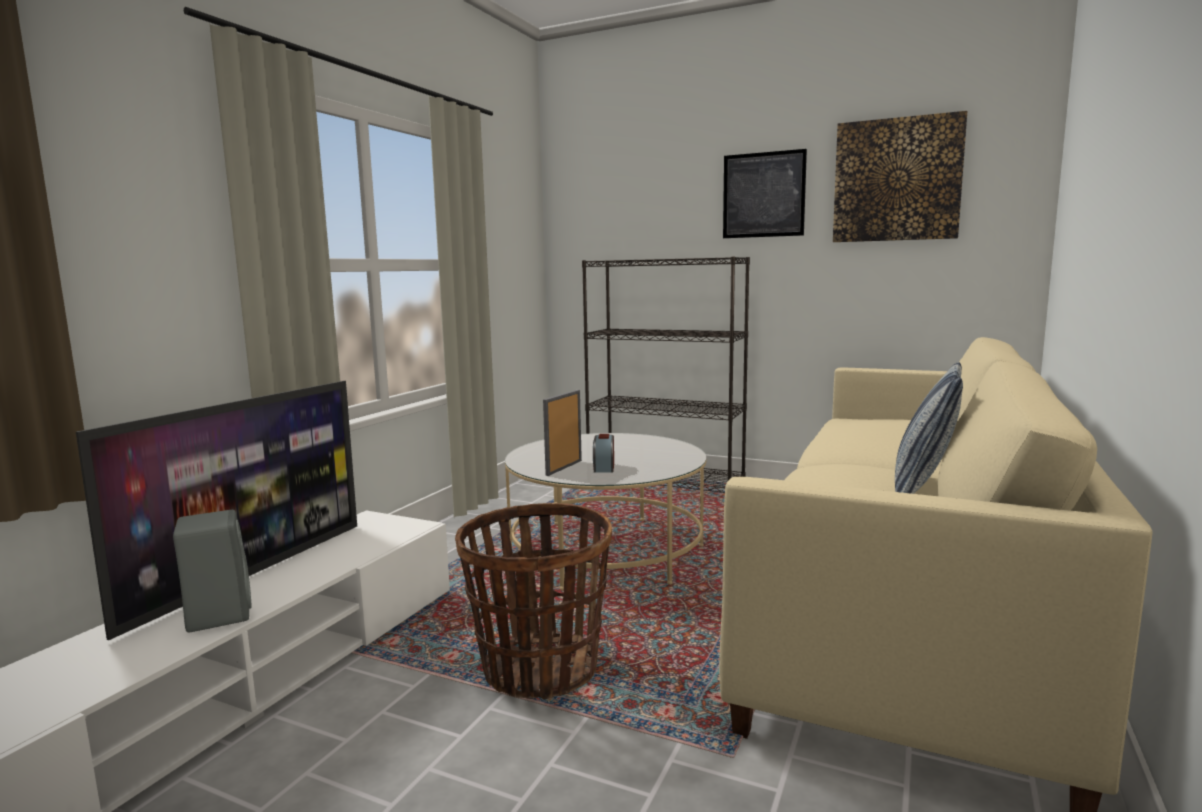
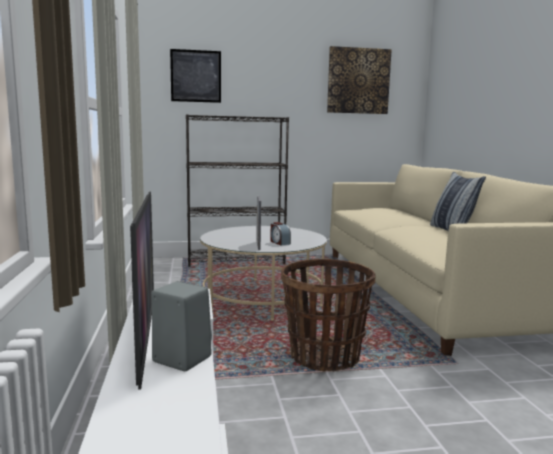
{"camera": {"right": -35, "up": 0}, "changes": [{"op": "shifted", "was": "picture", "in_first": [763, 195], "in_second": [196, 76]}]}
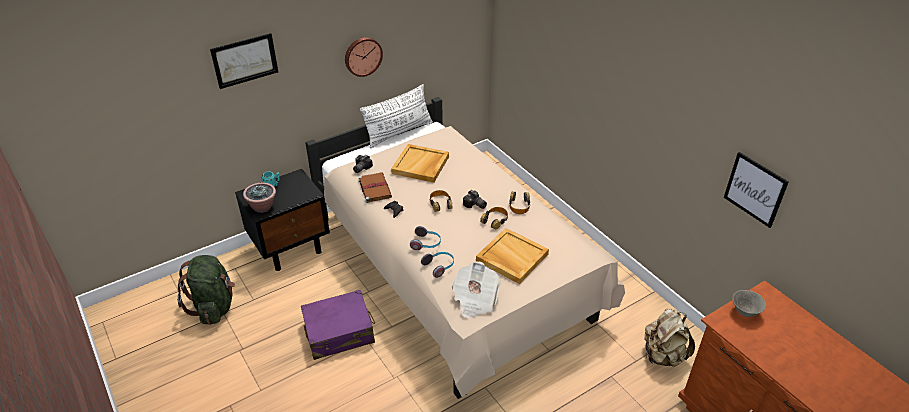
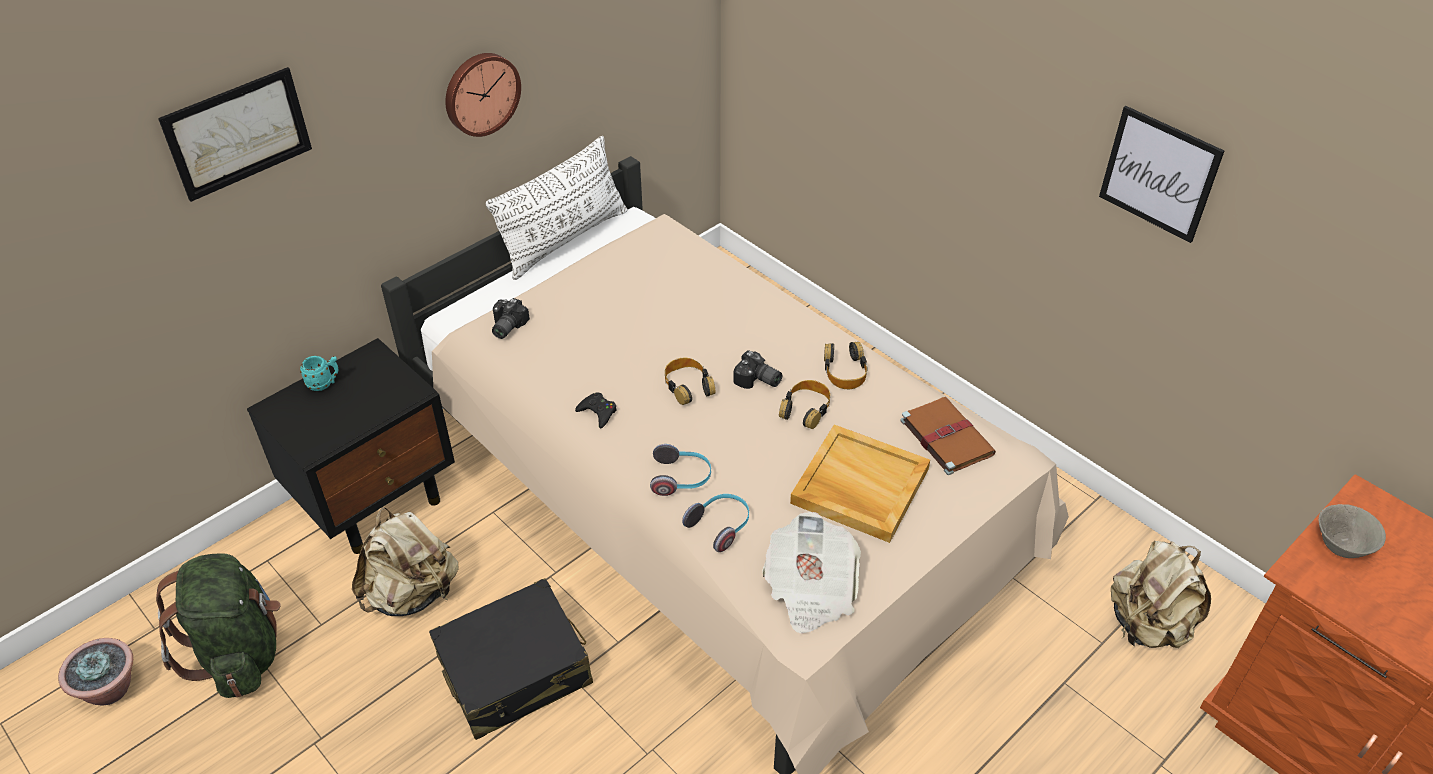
{"camera": {"right": -10, "up": 5}, "changes": [{"op": "gone", "was": "tray (beige)", "in_first": [421, 165]}, {"op": "new", "now": "backpack (beige)", "in_second": [412, 593]}, {"op": "shifted", "was": "potted plant", "in_first": [262, 207], "in_second": [110, 689]}, {"op": "shifted", "was": "book (brown)", "in_first": [374, 188], "in_second": [945, 436]}, {"op": "shifted", "was": "picture", "in_first": [755, 189], "in_second": [1159, 174]}, {"op": "repainted", "was": "suitcase (purple)", "now": "suitcase (black)", "in_first": [339, 332], "in_second": [515, 671]}]}
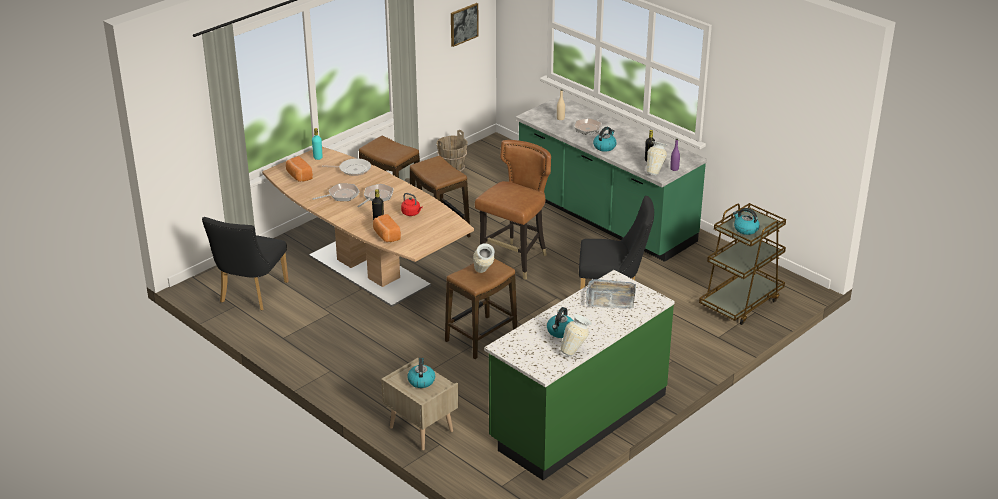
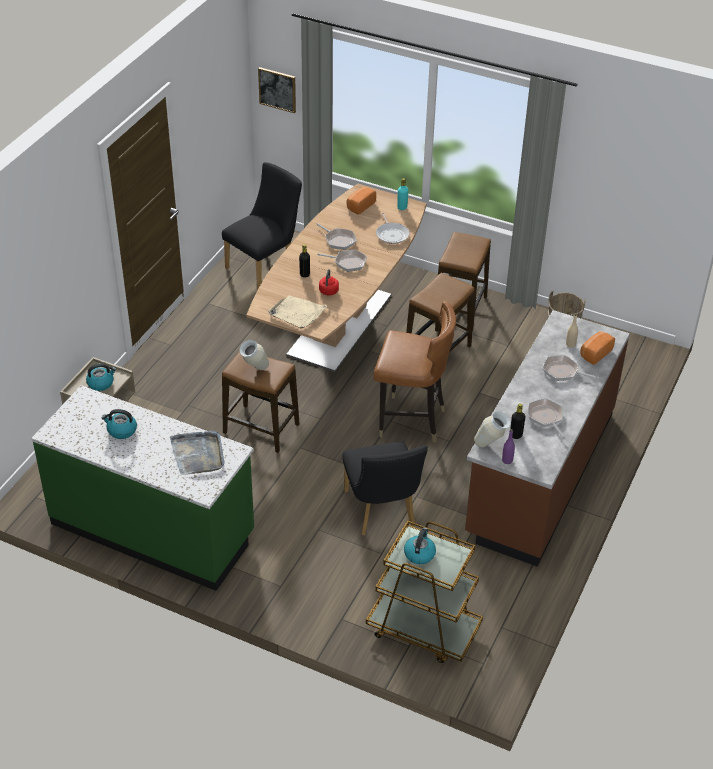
{"camera": {"right": 70, "up": 10}, "changes": [{"op": "gone", "was": "vase", "in_first": [576, 351]}, {"op": "gone", "was": "kettle", "in_first": [604, 147]}, {"op": "new", "now": "tray (beige)", "in_second": [297, 313]}, {"op": "new", "now": "frying pan", "in_second": [546, 418]}, {"op": "shifted", "was": "bread", "in_first": [386, 236], "in_second": [595, 353]}, {"op": "shifted", "was": "picture", "in_first": [463, 24], "in_second": [277, 89]}, {"op": "repainted", "was": "counter (green)", "now": "counter (brown)", "in_first": [604, 218], "in_second": [539, 473]}, {"op": "rotated", "was": "chair (black)", "in_first": [250, 295], "in_second": [265, 265], "clockwise": 135}]}
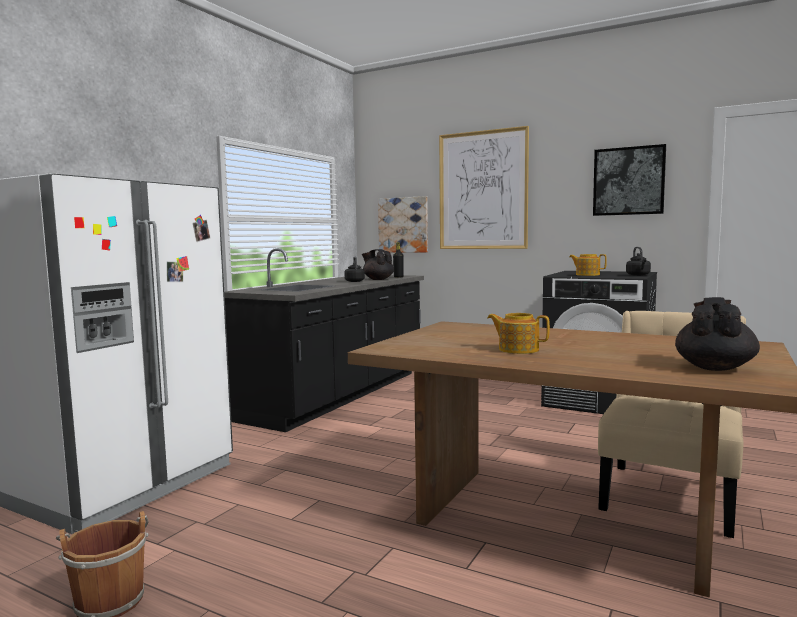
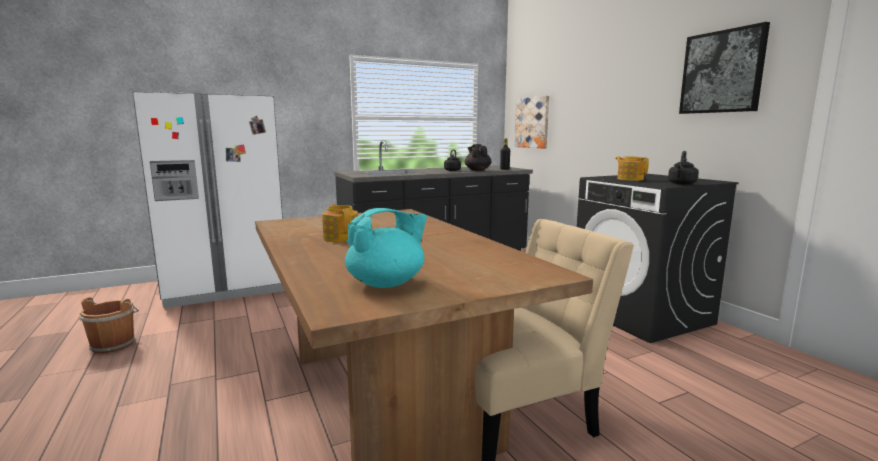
{"camera": {"right": 35, "up": 5}, "changes": [{"op": "gone", "was": "picture", "in_first": [483, 190]}, {"op": "repainted", "was": "teapot (black)", "now": "teapot (turquoise)", "in_first": [714, 367], "in_second": [387, 283]}]}
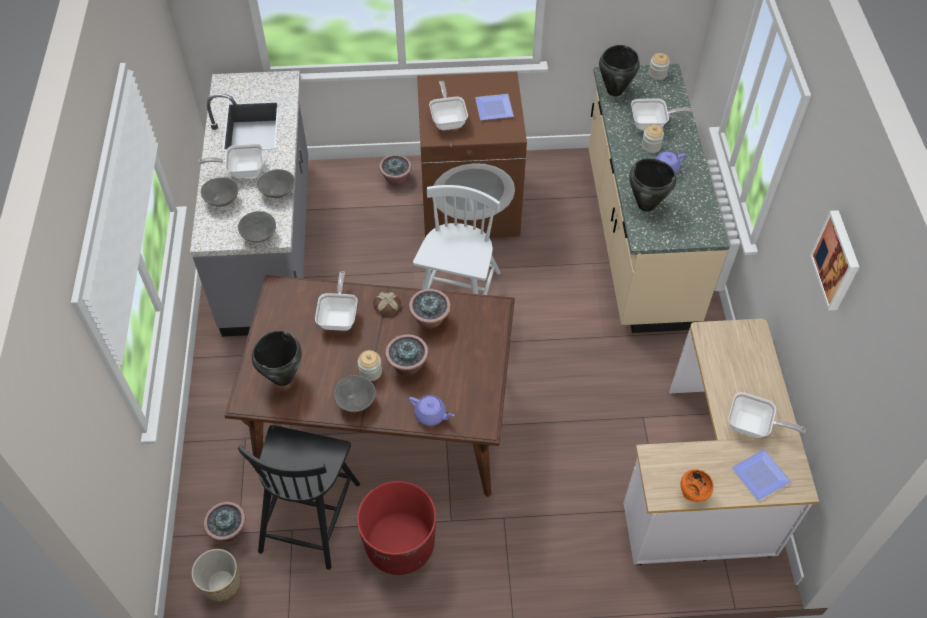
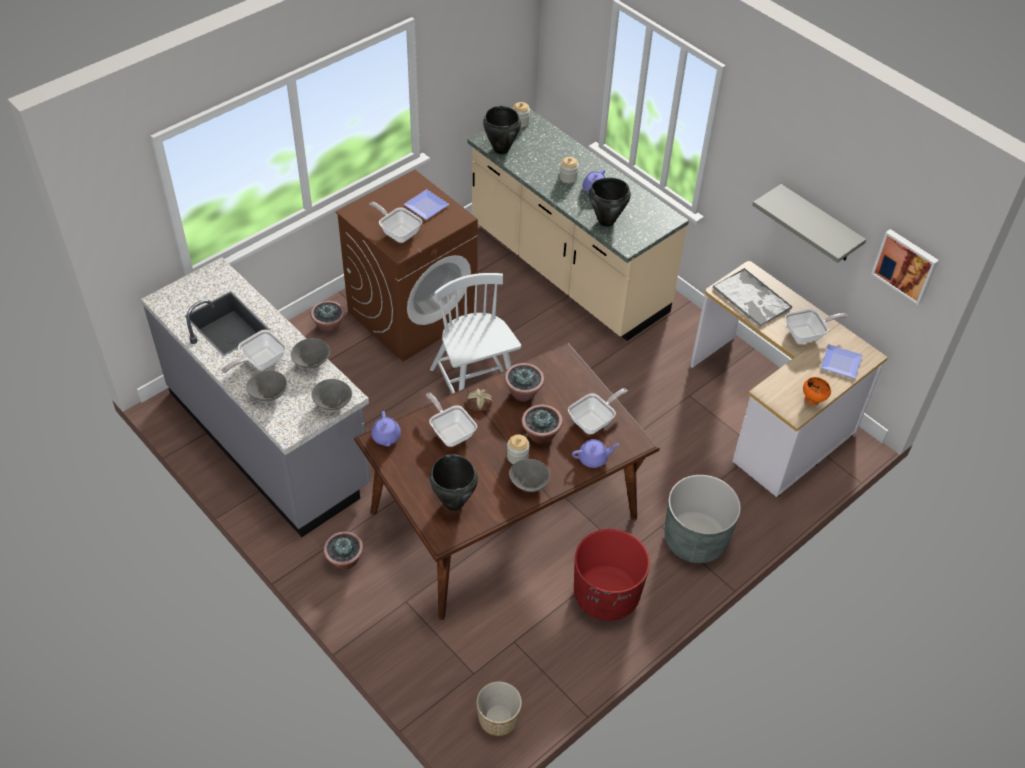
{"camera": {"right": -40, "up": -5}, "changes": [{"op": "gone", "was": "chair (black)", "in_first": [310, 514]}, {"op": "new", "now": "teapot (purple)", "in_second": [386, 437]}, {"op": "new", "now": "planter (grey)", "in_second": [695, 539]}, {"op": "new", "now": "tray", "in_second": [752, 299]}, {"op": "new", "now": "shelf (grey)", "in_second": [818, 225]}, {"op": "shifted", "was": "potted plant", "in_first": [229, 530], "in_second": [345, 561]}, {"op": "shifted", "was": "frying pan", "in_first": [652, 124], "in_second": [594, 421]}, {"op": "shifted", "was": "picture", "in_first": [837, 260], "in_second": [906, 265]}]}
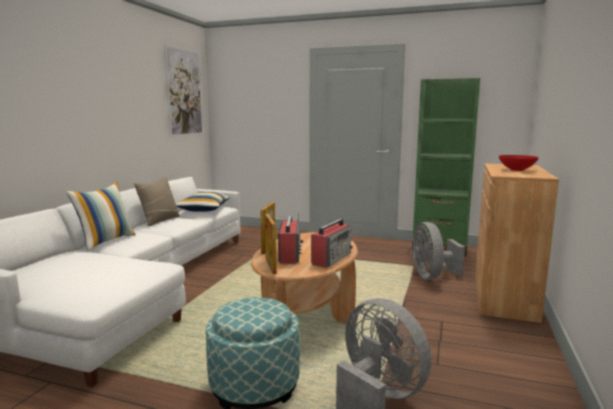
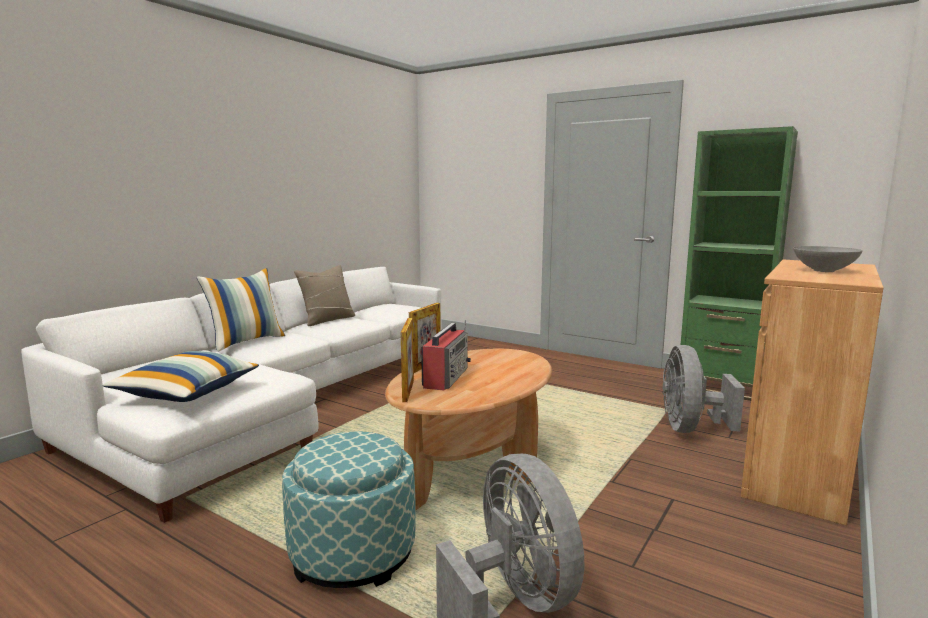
{"camera": {"right": 15, "up": 0}, "changes": [{"op": "gone", "was": "picture", "in_first": [184, 92]}, {"op": "gone", "was": "radio", "in_first": [332, 258]}, {"op": "shifted", "was": "pillow", "in_first": [203, 209], "in_second": [187, 392]}, {"op": "repainted", "was": "bowl (red)", "now": "bowl (grey)", "in_first": [516, 170], "in_second": [823, 270]}]}
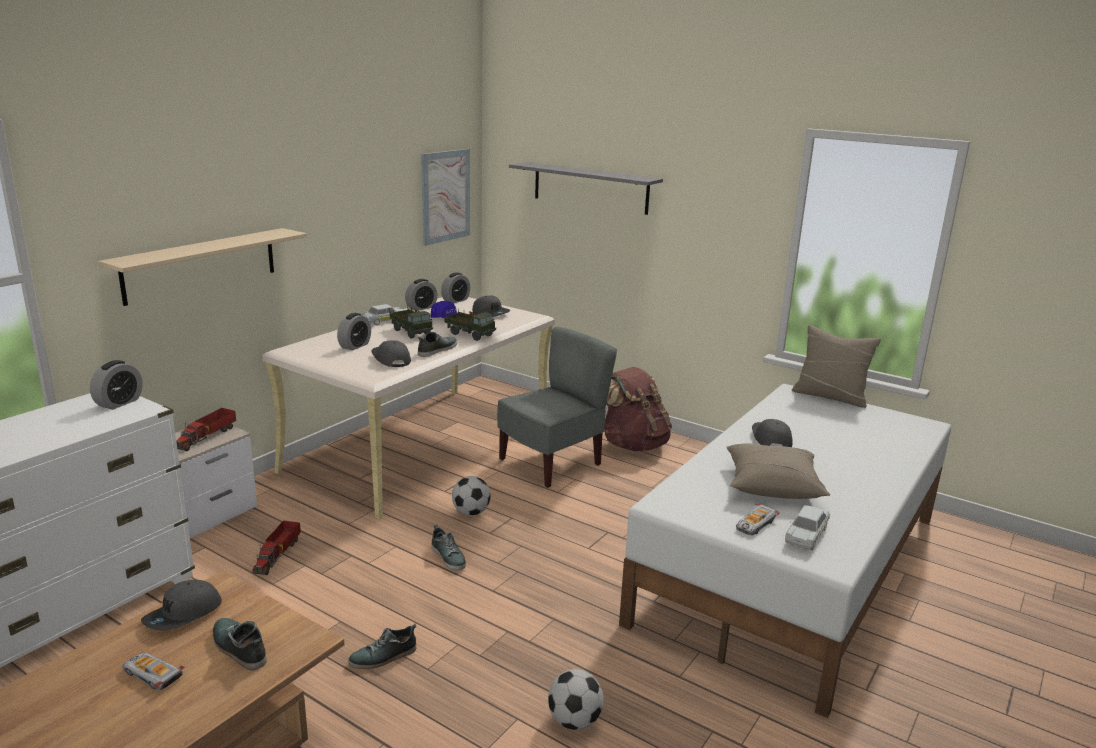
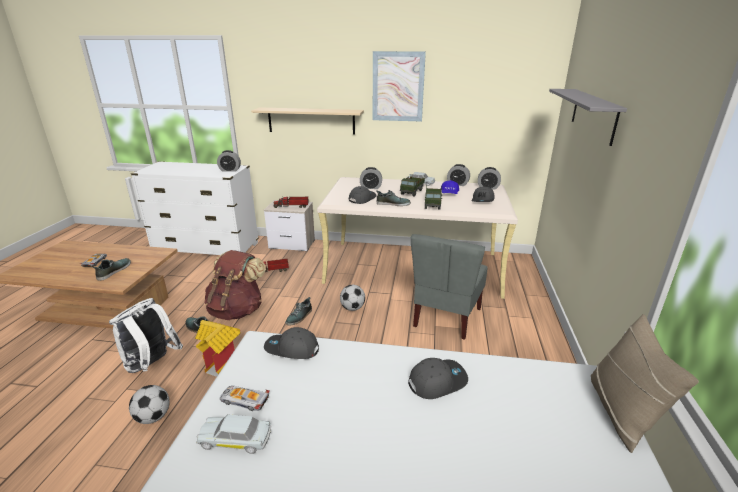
{"camera": {"right": 65, "up": 5}, "changes": [{"op": "gone", "was": "pillow (beige)", "in_first": [772, 485]}, {"op": "new", "now": "backpack (white)", "in_second": [152, 365]}, {"op": "new", "now": "toy house", "in_second": [222, 362]}, {"op": "shifted", "was": "cap (grey)", "in_first": [183, 615], "in_second": [291, 349]}, {"op": "shifted", "was": "picture", "in_first": [445, 196], "in_second": [398, 87]}, {"op": "shifted", "was": "backpack (brown)", "in_first": [633, 444], "in_second": [237, 310]}, {"op": "rotated", "was": "chair (grey)", "in_first": [551, 463], "in_second": [446, 317], "clockwise": 90}]}
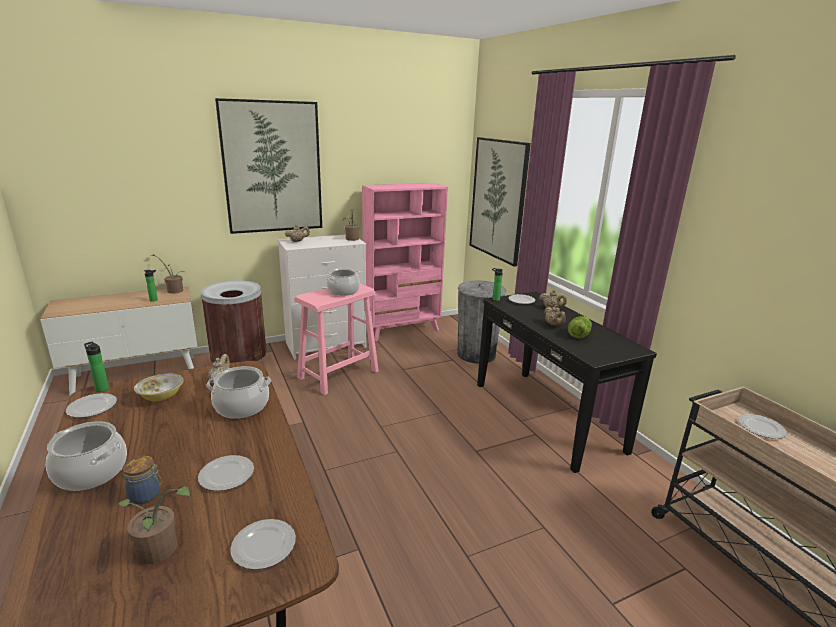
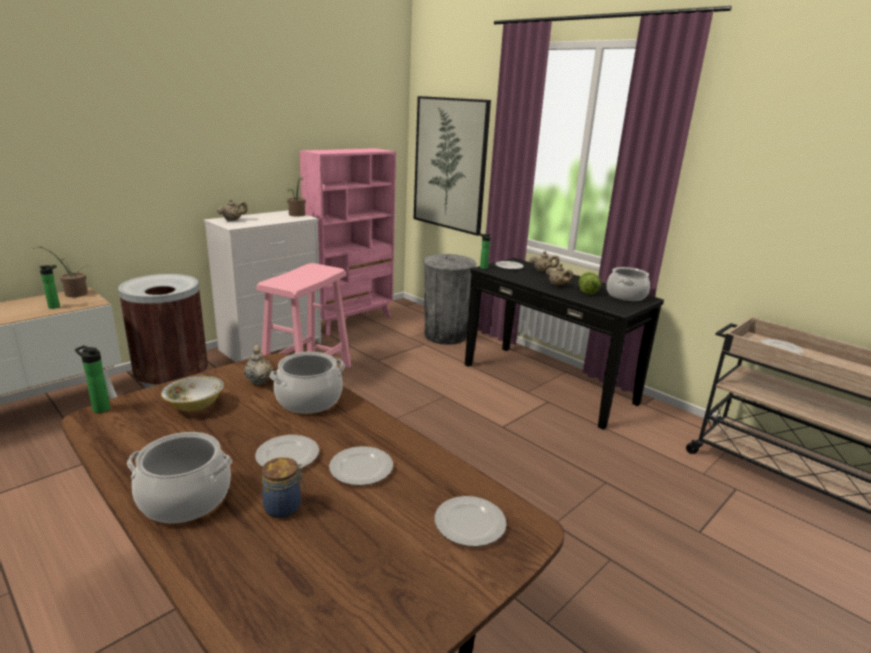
{"camera": {"right": -20, "up": 0}, "changes": [{"op": "gone", "was": "potted plant", "in_first": [160, 552]}, {"op": "gone", "was": "picture", "in_first": [272, 168]}, {"op": "shifted", "was": "plate", "in_first": [93, 407], "in_second": [288, 456]}, {"op": "shifted", "was": "cooking pot", "in_first": [343, 291], "in_second": [626, 296]}]}
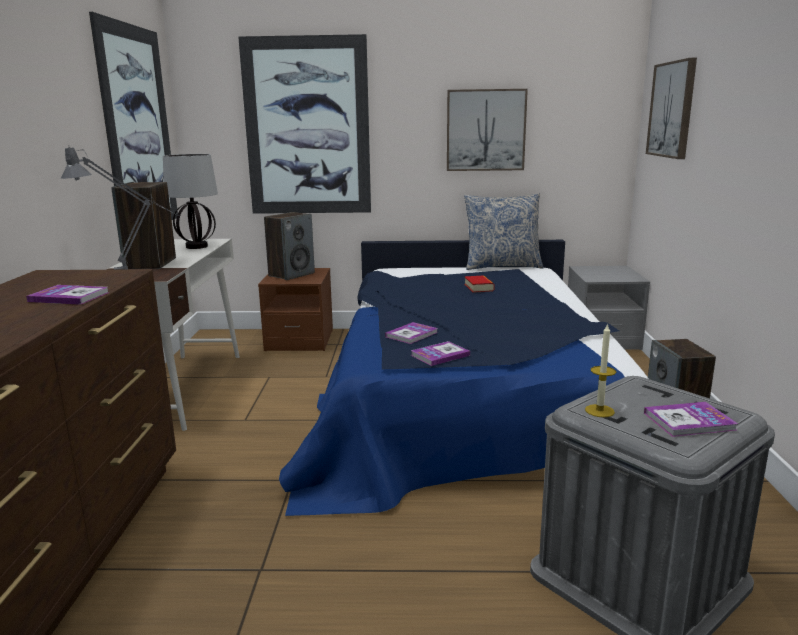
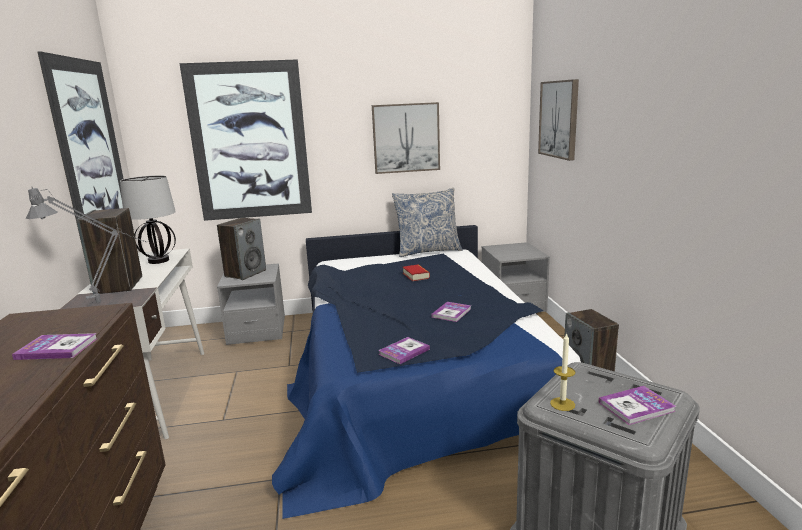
{"camera": {"right": -10, "up": 0}, "changes": [{"op": "shifted", "was": "book", "in_first": [411, 334], "in_second": [451, 313]}, {"op": "repainted", "was": "nightstand (brown)", "now": "nightstand (grey)", "in_first": [300, 340], "in_second": [257, 330]}]}
